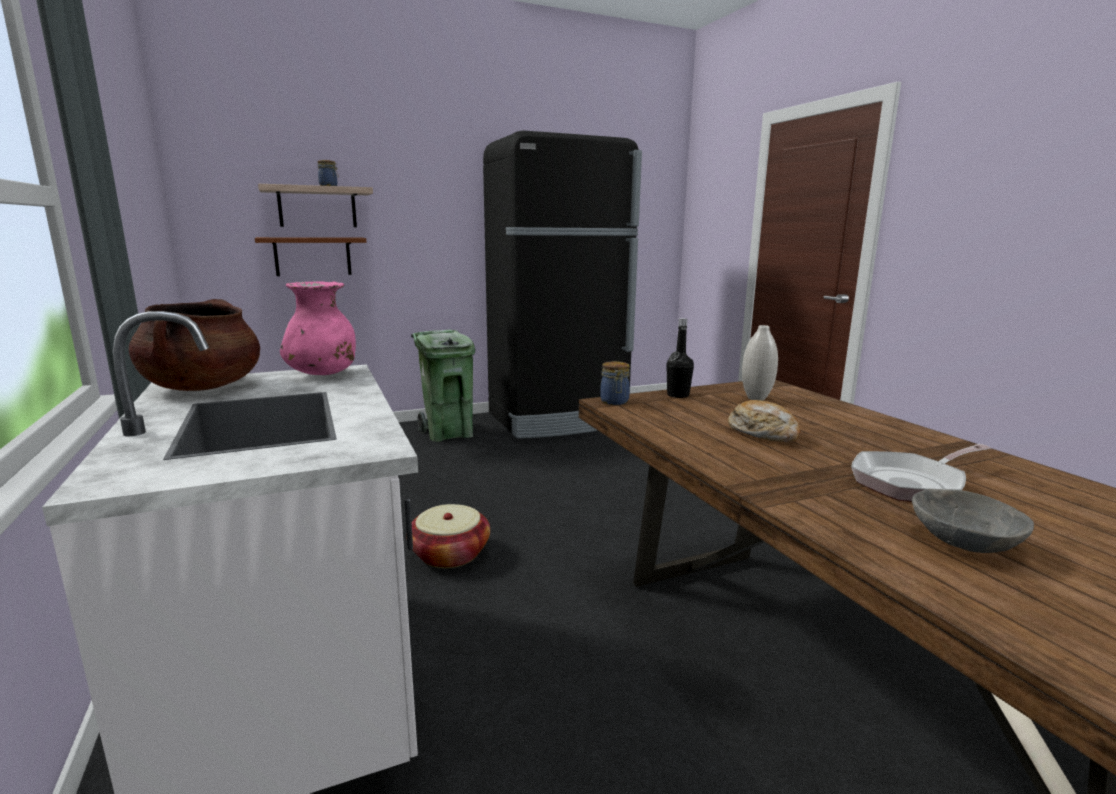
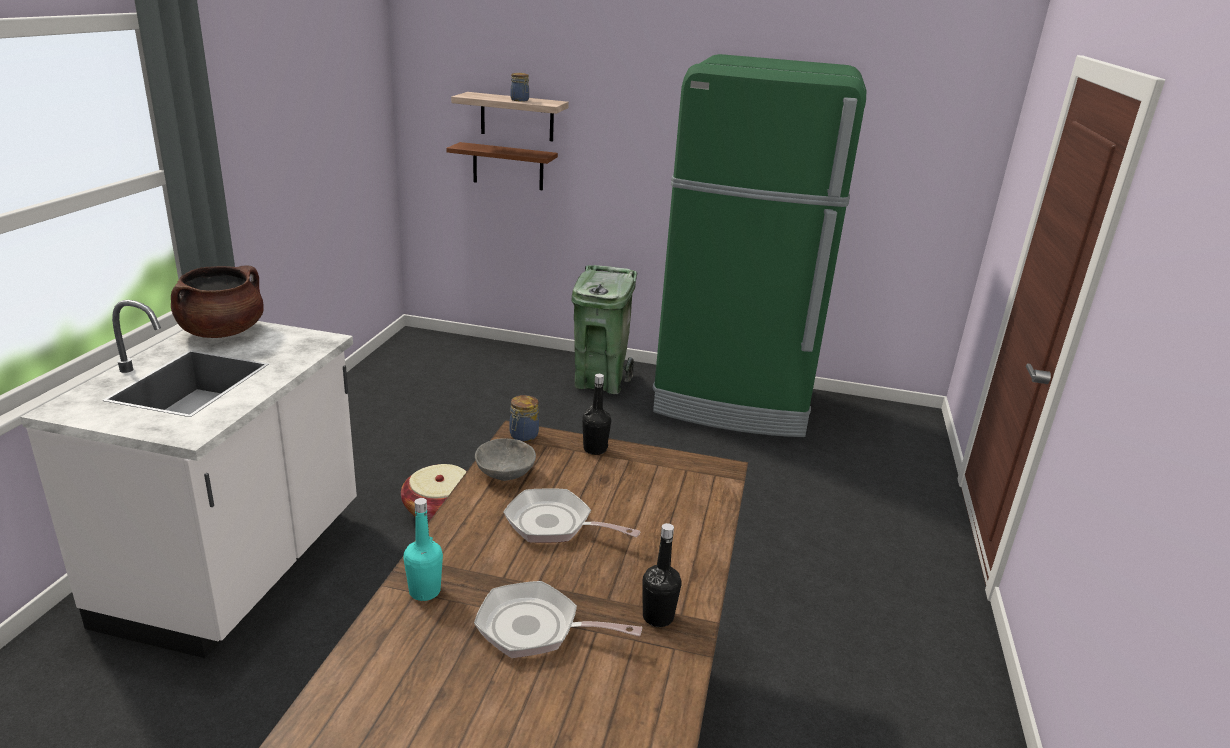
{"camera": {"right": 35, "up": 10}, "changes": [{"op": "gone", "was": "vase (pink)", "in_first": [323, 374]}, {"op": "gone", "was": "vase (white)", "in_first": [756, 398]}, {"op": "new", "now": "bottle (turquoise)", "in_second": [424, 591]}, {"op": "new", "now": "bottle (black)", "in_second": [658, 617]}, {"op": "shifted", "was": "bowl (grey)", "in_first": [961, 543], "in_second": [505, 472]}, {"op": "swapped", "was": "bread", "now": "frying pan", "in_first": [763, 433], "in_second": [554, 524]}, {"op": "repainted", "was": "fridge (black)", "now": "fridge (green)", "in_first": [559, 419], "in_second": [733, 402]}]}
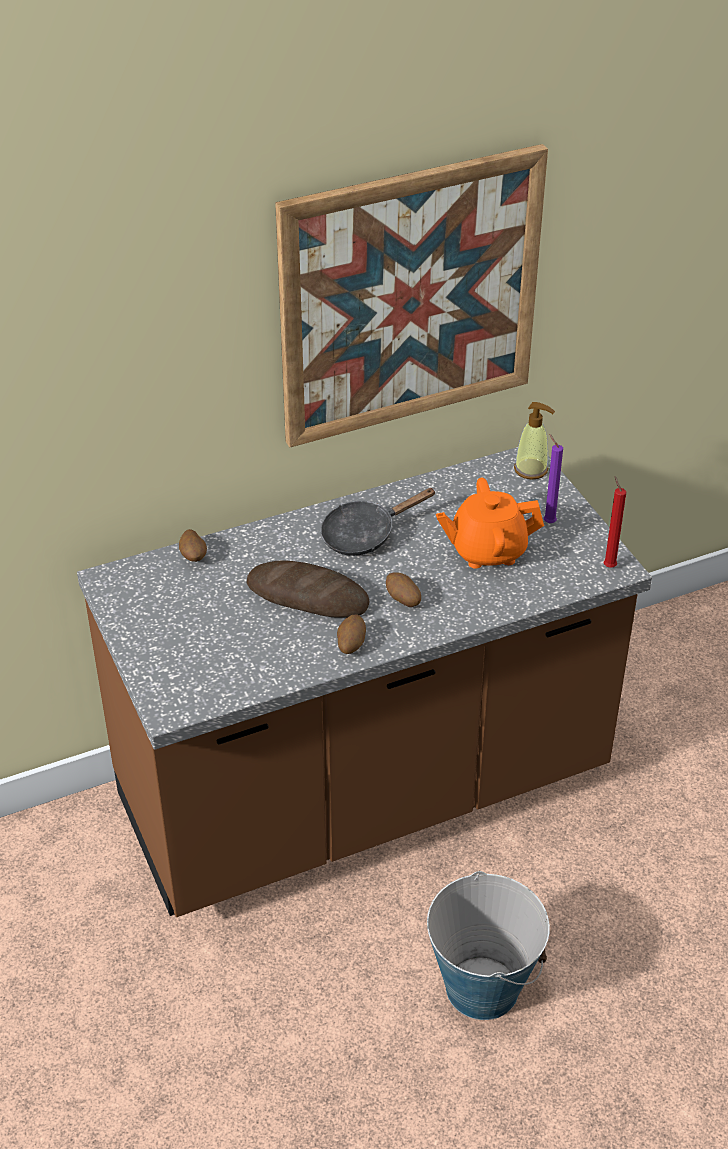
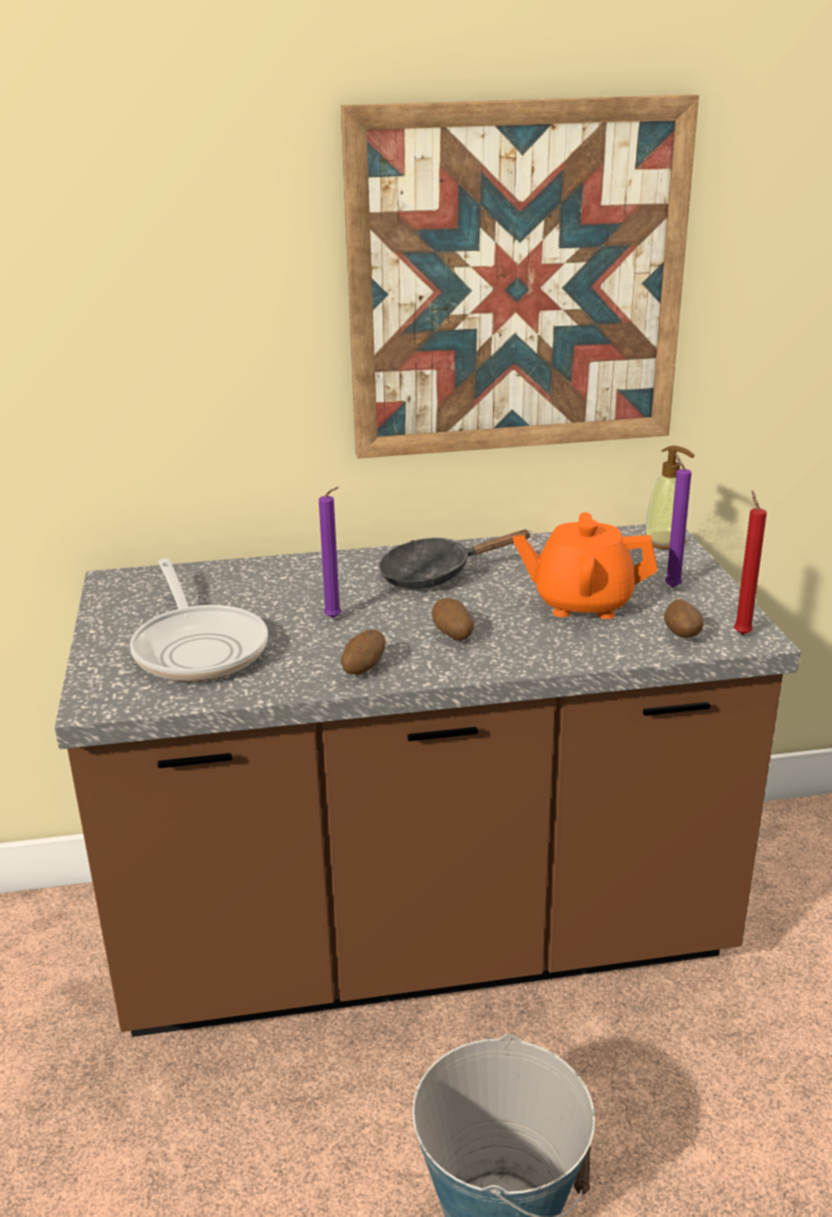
{"camera": {"right": 15, "up": -15}, "changes": [{"op": "new", "now": "frying pan", "in_second": [199, 647]}, {"op": "shifted", "was": "potato", "in_first": [193, 557], "in_second": [682, 635]}, {"op": "swapped", "was": "bread", "now": "candle (purple)", "in_first": [308, 596], "in_second": [335, 619]}]}
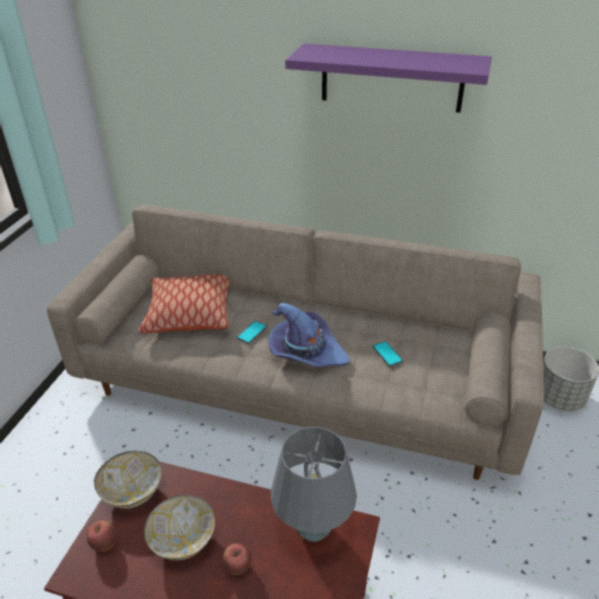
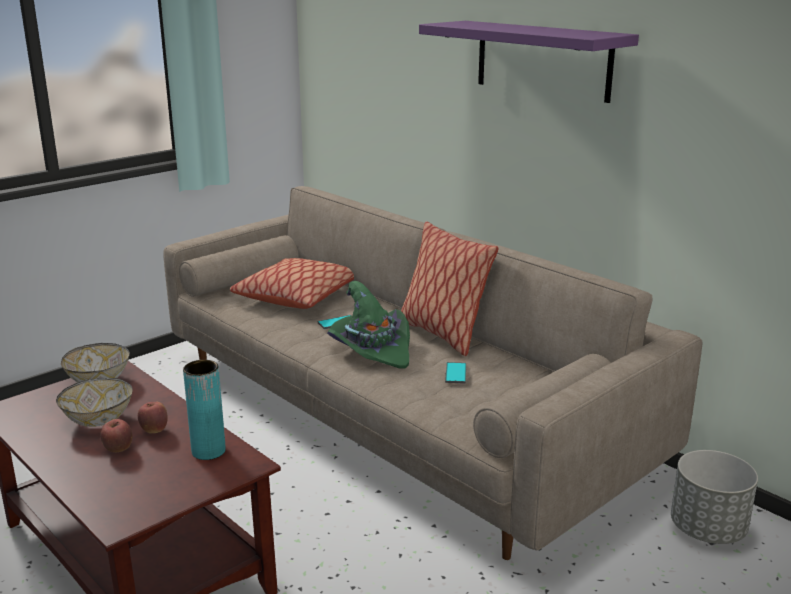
{"camera": {"right": 30, "up": -15}, "changes": [{"op": "new", "now": "pillow", "in_second": [442, 334]}, {"op": "shifted", "was": "apple", "in_first": [104, 544], "in_second": [154, 430]}, {"op": "swapped", "was": "table lamp (grey)", "now": "vase (turquoise)", "in_first": [312, 529], "in_second": [208, 451]}, {"op": "repainted", "was": "hat (purple)", "now": "hat (green)", "in_first": [306, 351], "in_second": [372, 349]}]}
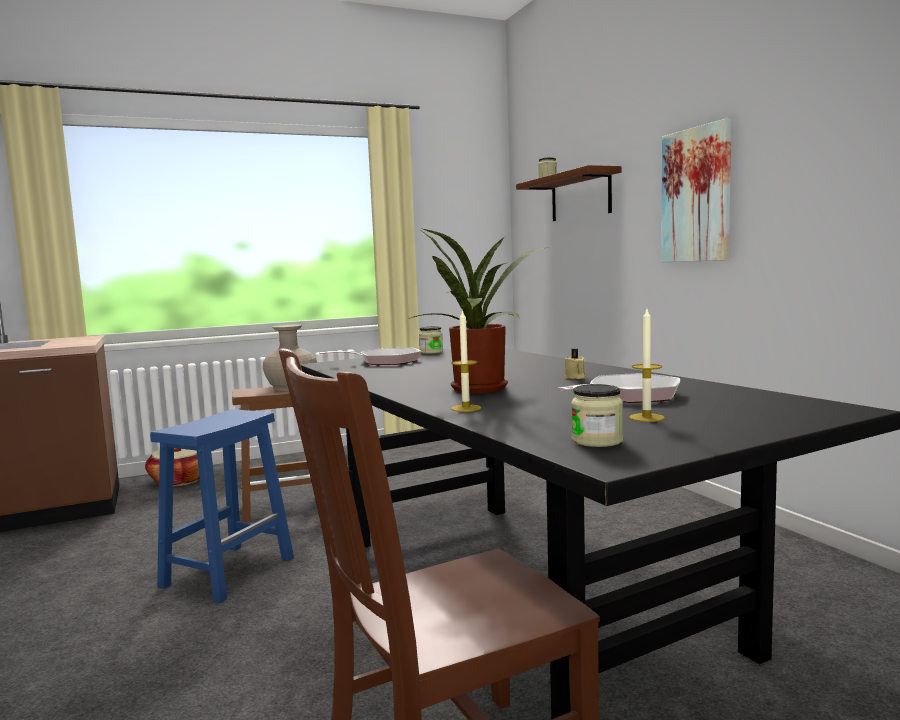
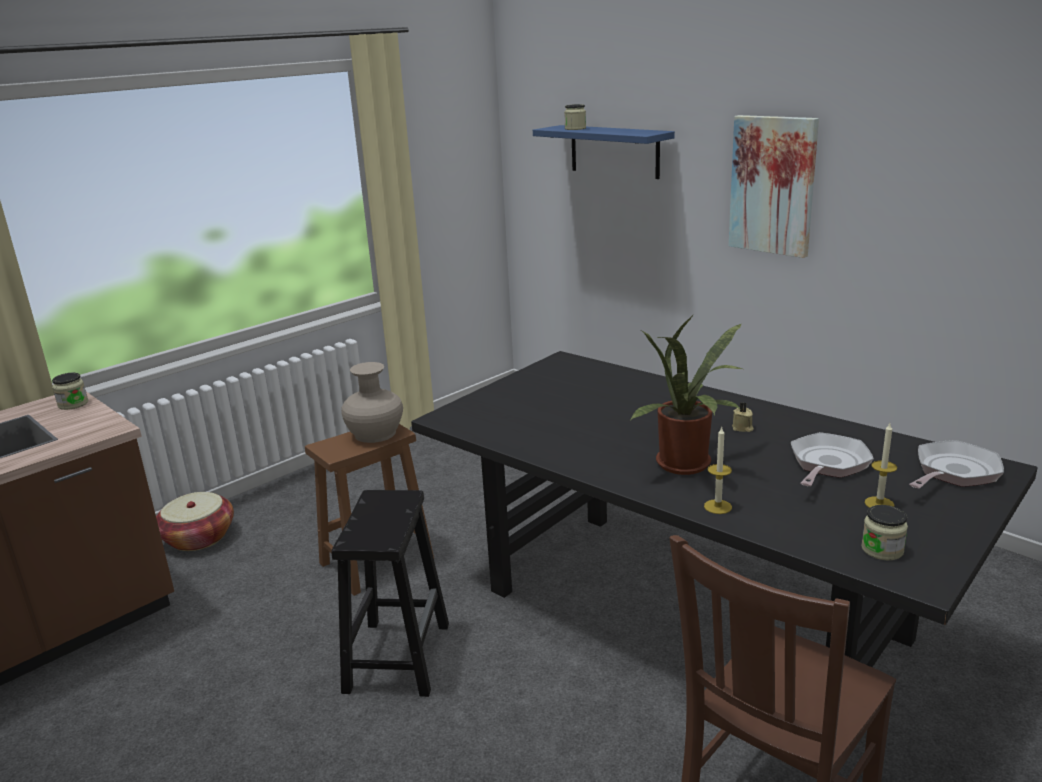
{"camera": {"right": -20, "up": 15}, "changes": [{"op": "shifted", "was": "frying pan", "in_first": [385, 361], "in_second": [953, 472]}, {"op": "shifted", "was": "jar", "in_first": [431, 352], "in_second": [73, 404]}, {"op": "repainted", "was": "stool (blue)", "now": "stool (black)", "in_first": [229, 571], "in_second": [397, 656]}, {"op": "repainted", "was": "shelf (brown)", "now": "shelf (blue)", "in_first": [580, 196], "in_second": [614, 151]}]}
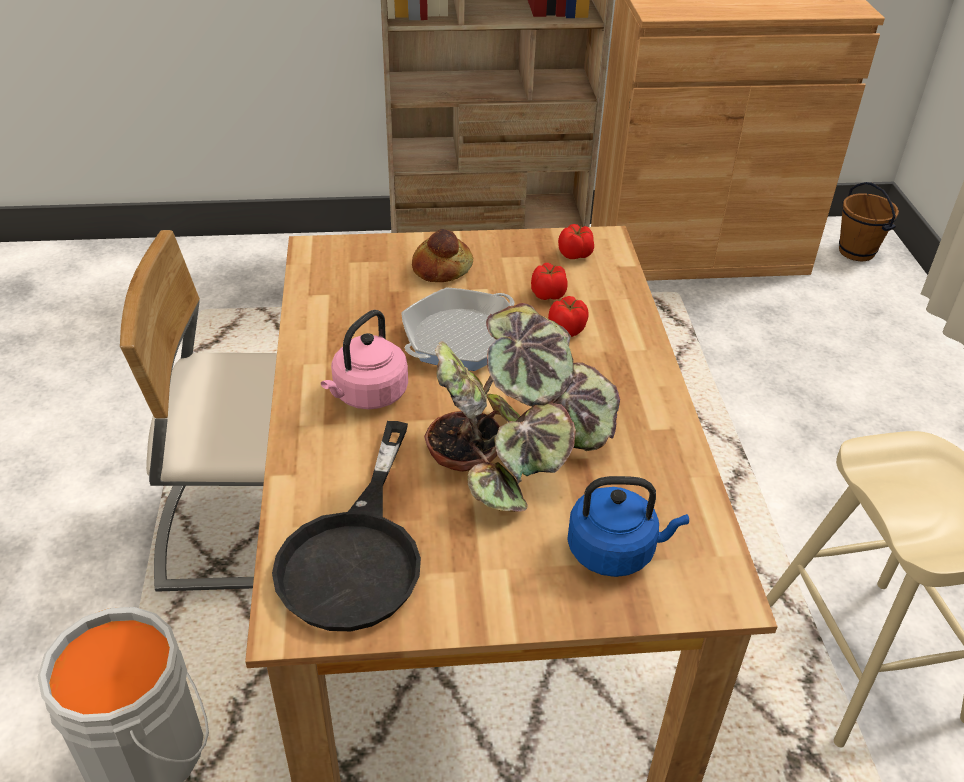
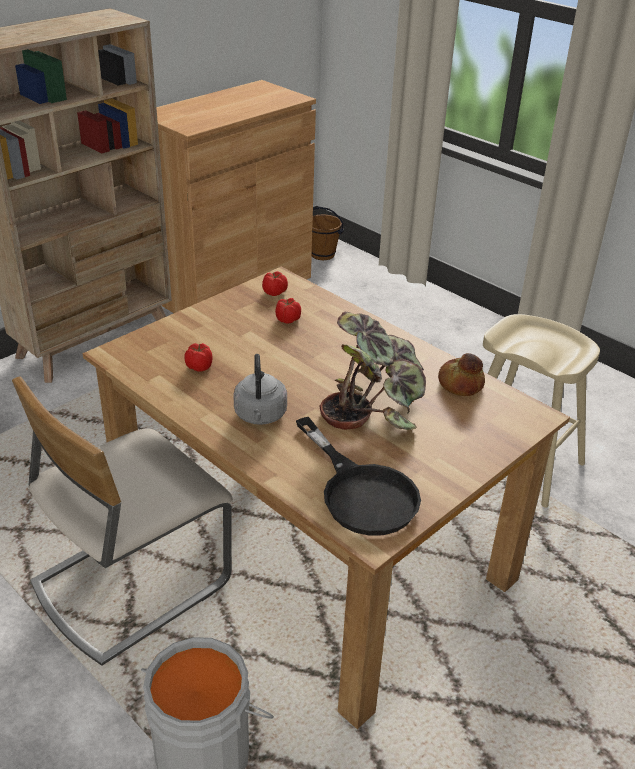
{"camera": {"right": -40, "up": -5}, "changes": [{"op": "gone", "was": "frying pan", "in_first": [461, 338]}, {"op": "gone", "was": "kettle (blue)", "in_first": [615, 551]}, {"op": "shifted", "was": "bread", "in_first": [441, 268], "in_second": [460, 383]}, {"op": "shifted", "was": "tomato", "in_first": [568, 329], "in_second": [199, 366]}, {"op": "repainted", "was": "kettle (pink)", "now": "kettle (grey)", "in_first": [367, 395], "in_second": [260, 416]}]}
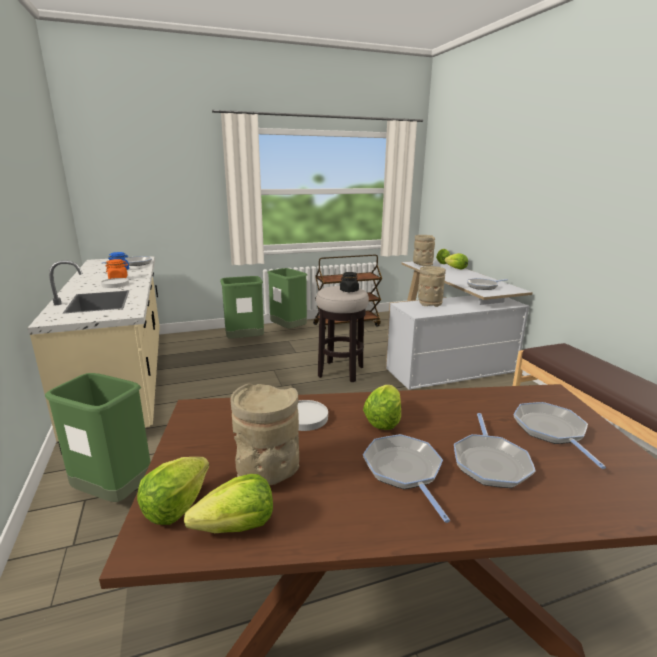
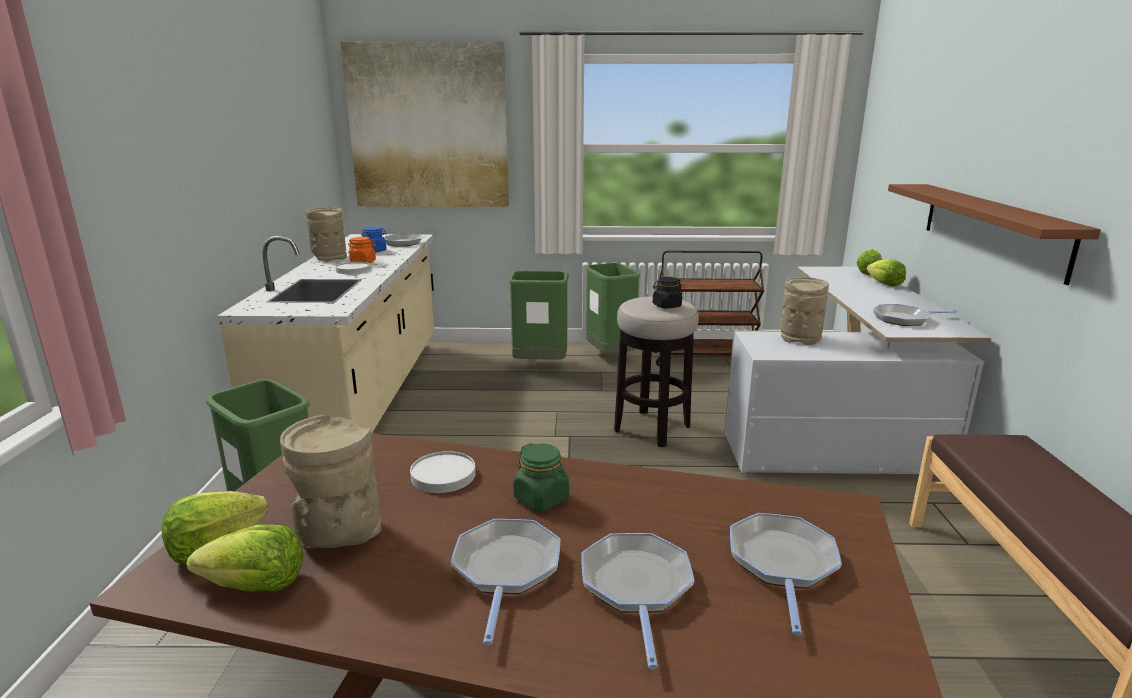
{"camera": {"right": 20, "up": 0}, "changes": [{"op": "new", "now": "picture", "in_second": [429, 127]}, {"op": "new", "now": "shelf (brown)", "in_second": [991, 227]}, {"op": "shifted", "was": "vase (beige)", "in_first": [422, 264], "in_second": [329, 258]}, {"op": "swapped", "was": "lettuce", "now": "jar (green)", "in_first": [383, 420], "in_second": [541, 499]}, {"op": "rotated", "was": "frying pan", "in_first": [490, 462], "in_second": [636, 587], "clockwise": 150}]}
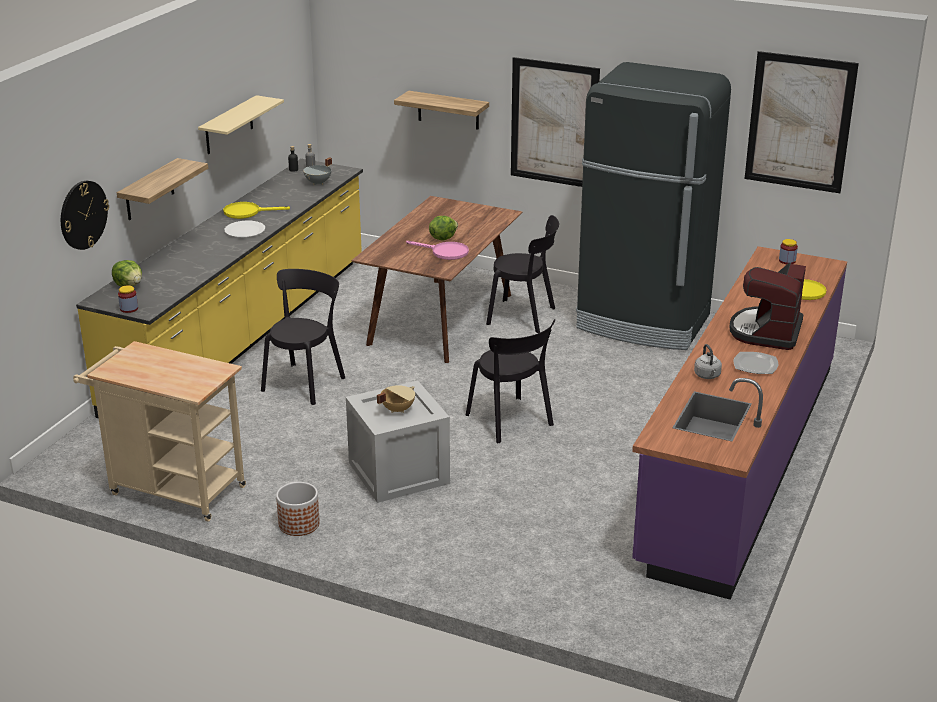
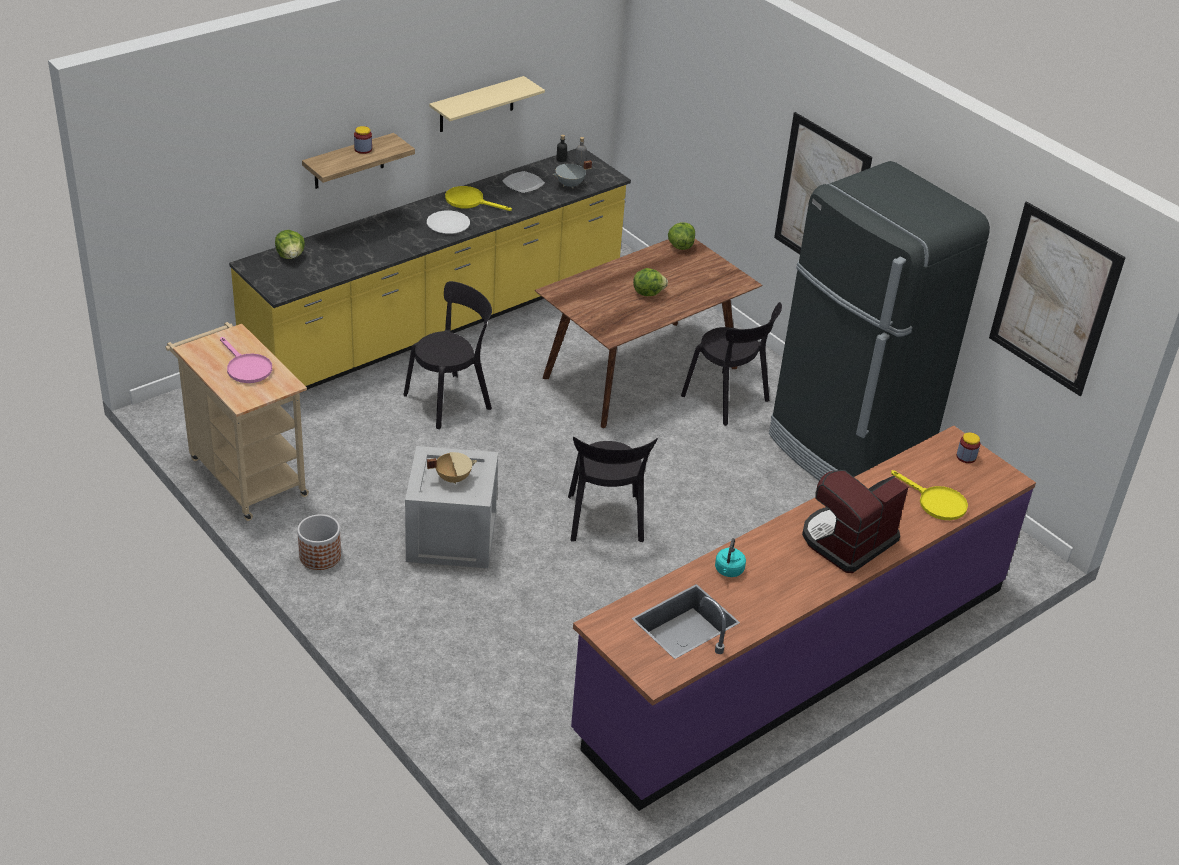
{"camera": {"right": 25, "up": 10}, "changes": [{"op": "gone", "was": "wall clock", "in_first": [83, 215]}, {"op": "gone", "was": "shelf", "in_first": [448, 110]}, {"op": "new", "now": "lettuce", "in_second": [680, 246]}, {"op": "shifted", "was": "jar", "in_first": [129, 309], "in_second": [363, 149]}, {"op": "shifted", "was": "frying pan (pink)", "in_first": [445, 252], "in_second": [246, 368]}, {"op": "shifted", "was": "plate", "in_first": [756, 365], "in_second": [524, 184]}, {"op": "repainted", "was": "kettle (grey)", "now": "kettle (turquoise)", "in_first": [707, 376], "in_second": [728, 571]}]}
